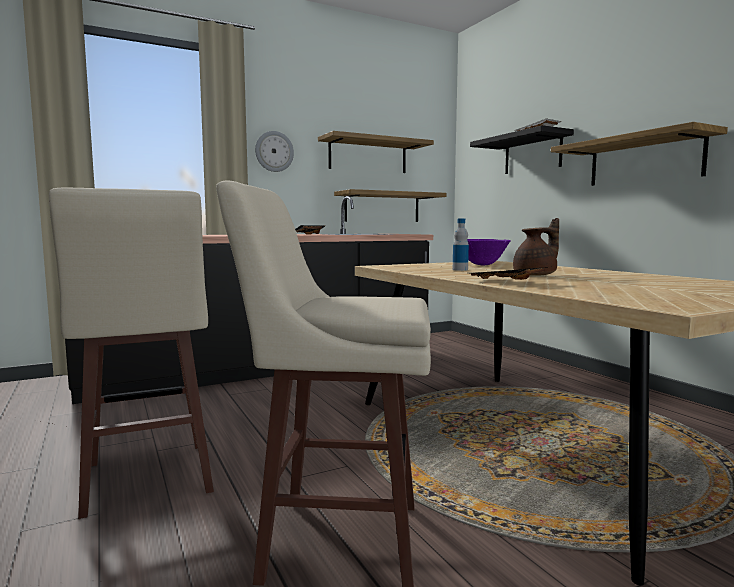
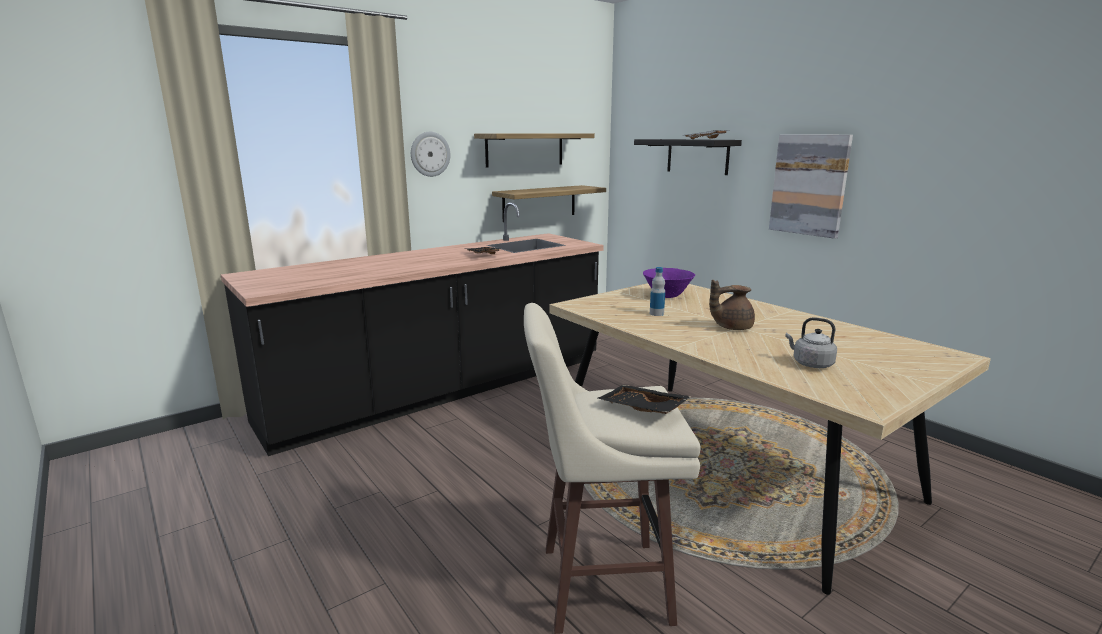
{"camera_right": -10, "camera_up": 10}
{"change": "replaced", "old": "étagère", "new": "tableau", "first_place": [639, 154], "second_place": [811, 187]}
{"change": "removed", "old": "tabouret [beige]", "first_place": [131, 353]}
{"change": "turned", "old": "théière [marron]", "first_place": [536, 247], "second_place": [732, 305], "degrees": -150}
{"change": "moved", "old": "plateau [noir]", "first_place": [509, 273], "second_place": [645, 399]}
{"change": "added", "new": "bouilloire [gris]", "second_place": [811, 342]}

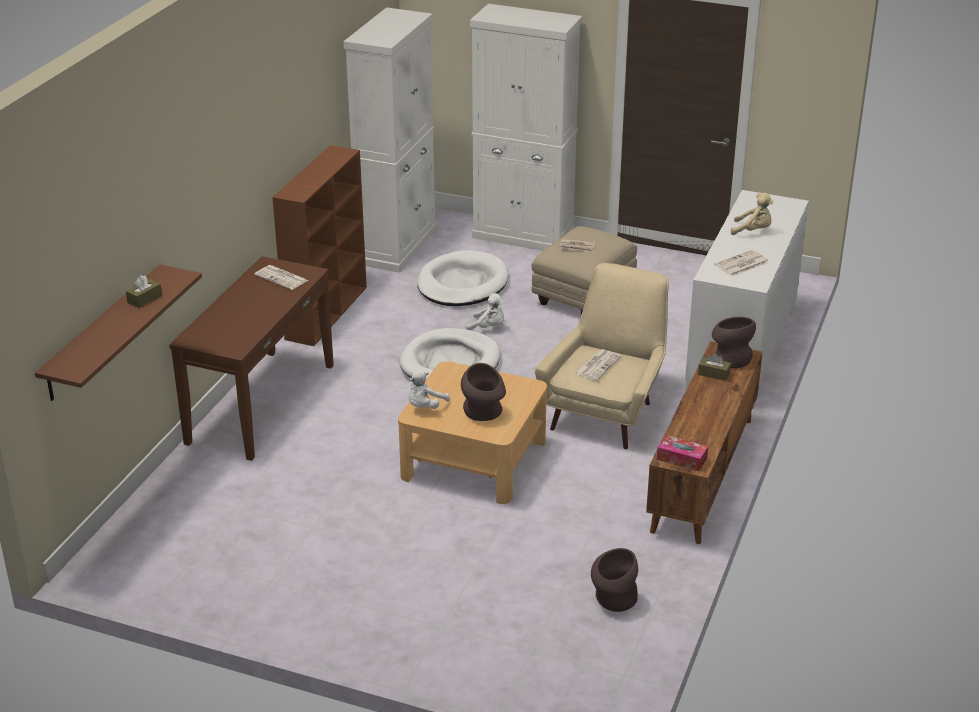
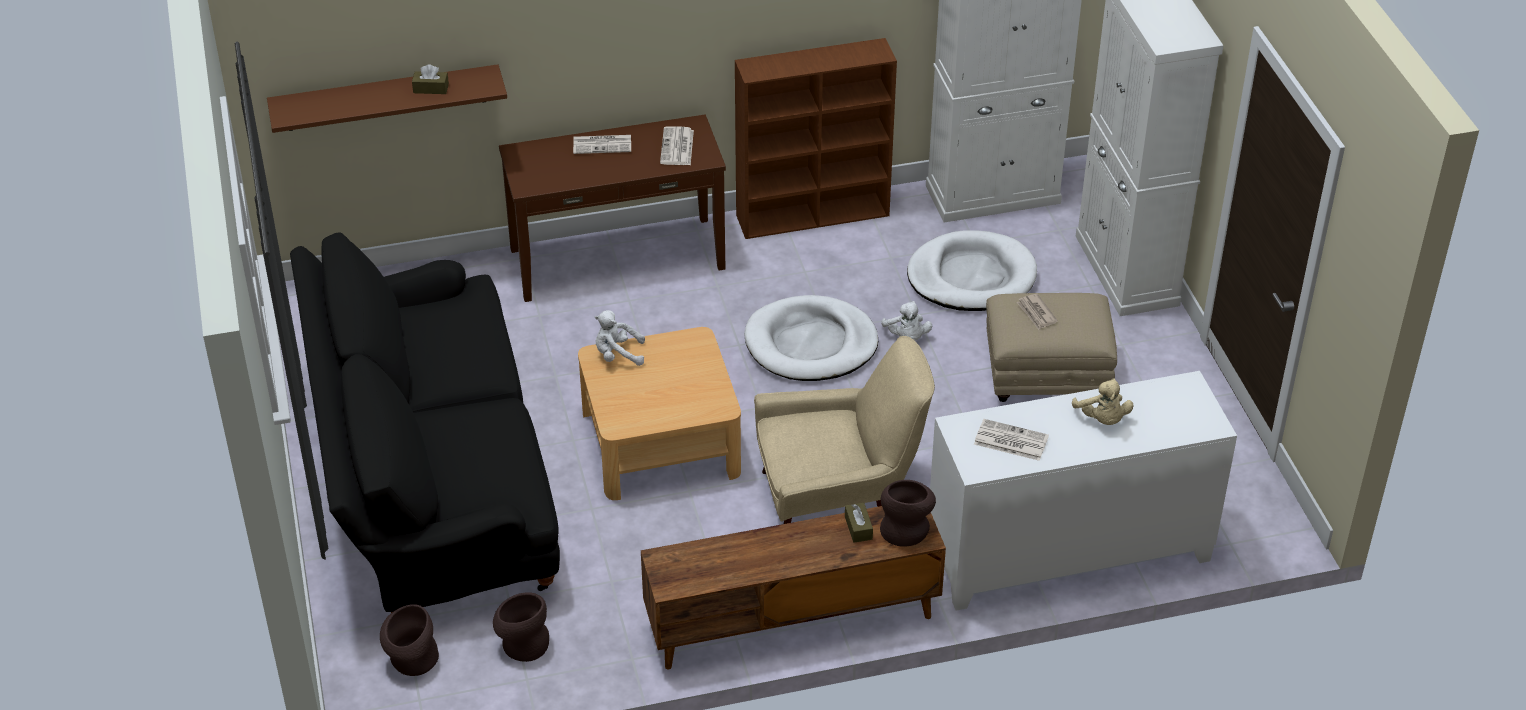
{"camera_right": 55, "camera_up": 10}
{"change": "moved", "old": "journal", "first_place": [597, 365], "second_place": [602, 144]}
{"change": "moved", "old": "vase [marron]", "first_place": [483, 392], "second_place": [409, 640]}
{"change": "removed", "old": "boîte à mouchoirs", "first_place": [682, 453]}
{"change": "added", "new": "canapé [noir]", "second_place": [425, 422]}

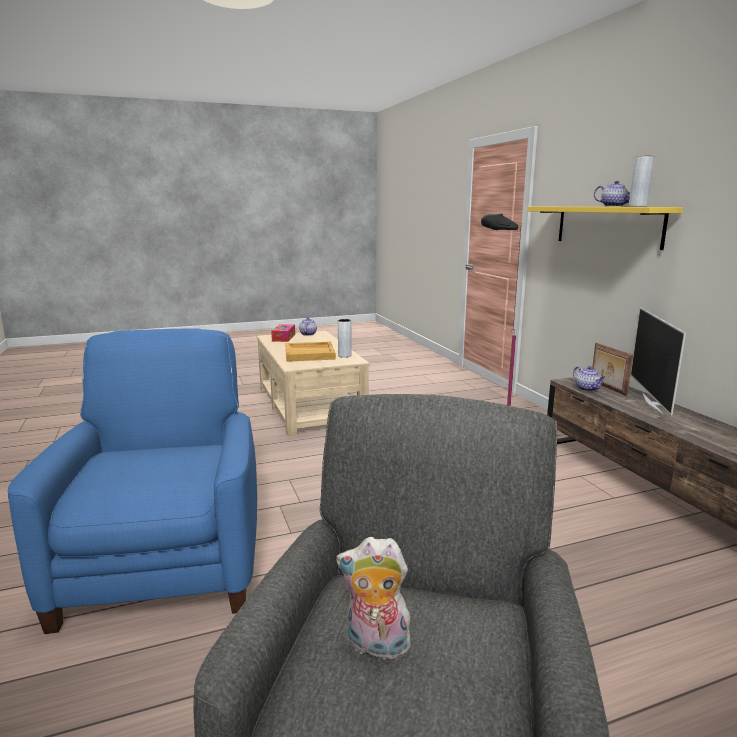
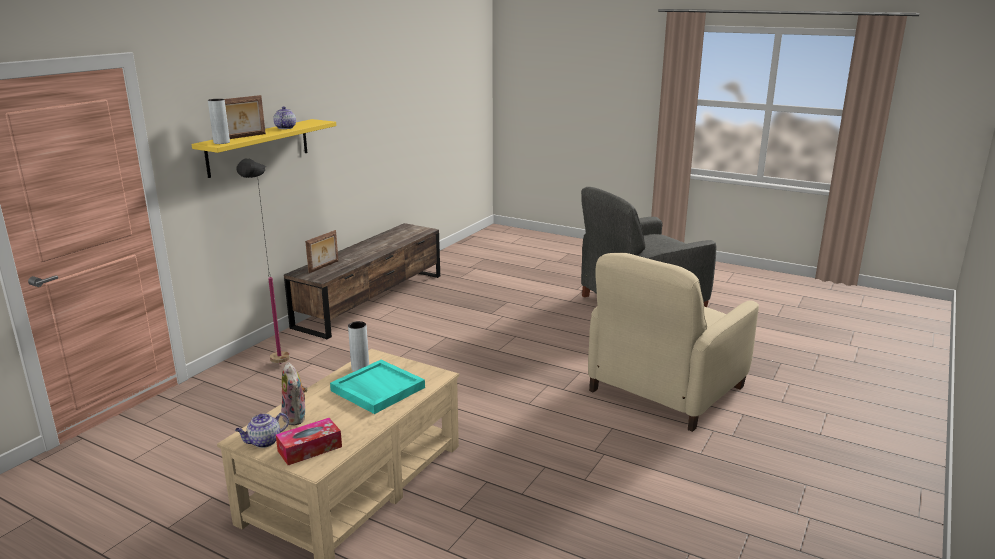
{"camera_right": -130, "camera_up": 5}
{"change": "moved", "old": "vase [gris]", "first_place": [641, 181], "second_place": [219, 121]}
{"change": "removed", "old": "téléviseur", "first_place": [658, 361]}
{"change": "recoloured", "old": "fauteuil [bleu]", "new": "fauteuil [beige]", "first_place": [132, 481], "second_place": [673, 342]}
{"change": "recoloured", "old": "plateau [beige]", "new": "plateau [turquoise]", "first_place": [310, 352], "second_place": [377, 387]}
{"change": "removed", "old": "théière", "first_place": [589, 378]}
{"change": "moved", "old": "peluche", "first_place": [376, 600], "second_place": [294, 393]}
{"change": "added", "new": "cadre photo", "second_place": [245, 117]}

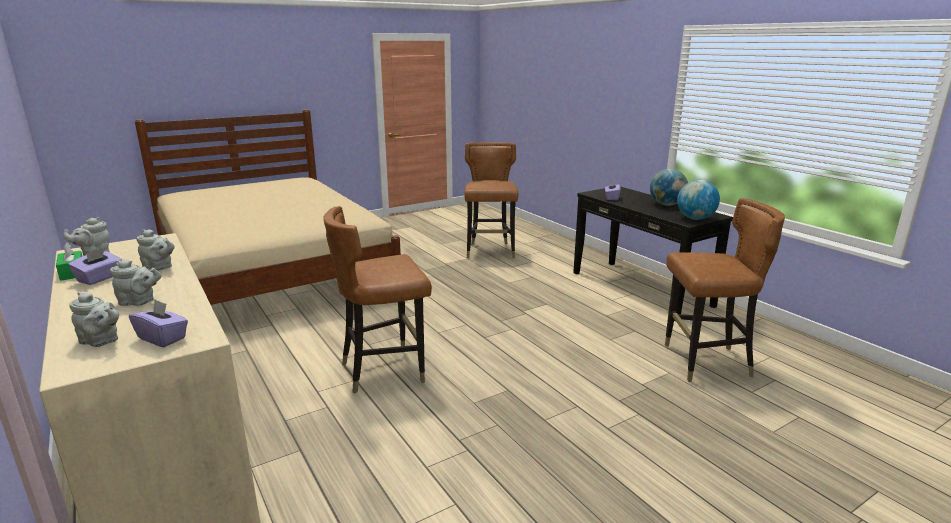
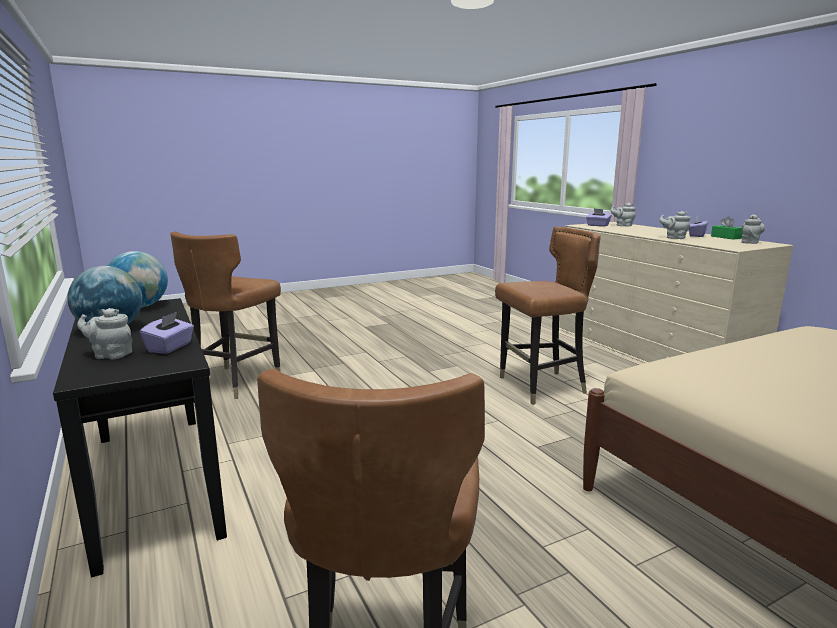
{"camera_right": -175, "camera_up": -5}
{"change": "turned", "old": "chaise [marron]", "first_place": [725, 290], "second_place": [225, 315], "degrees": -75}
{"change": "moved", "old": "théière [gris]", "first_place": [135, 282], "second_place": [104, 333]}

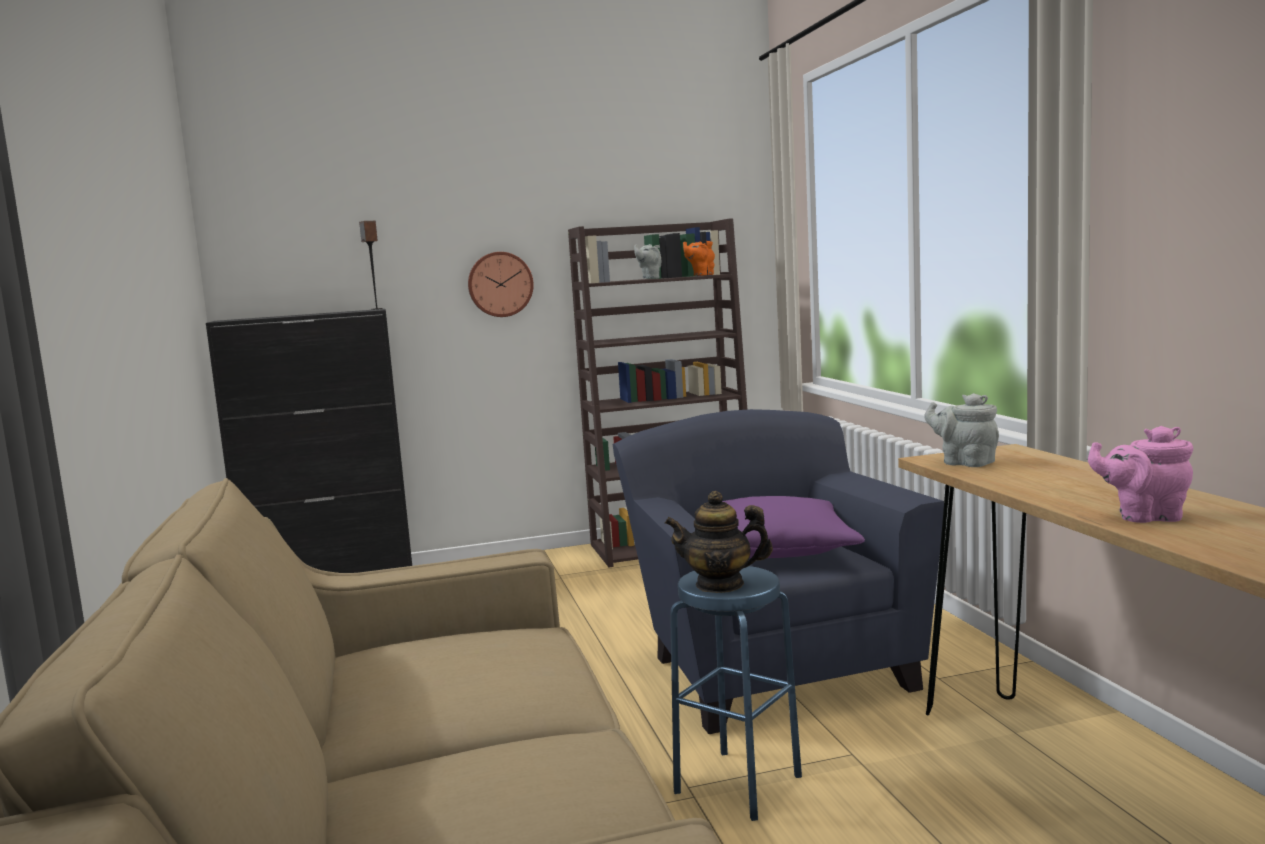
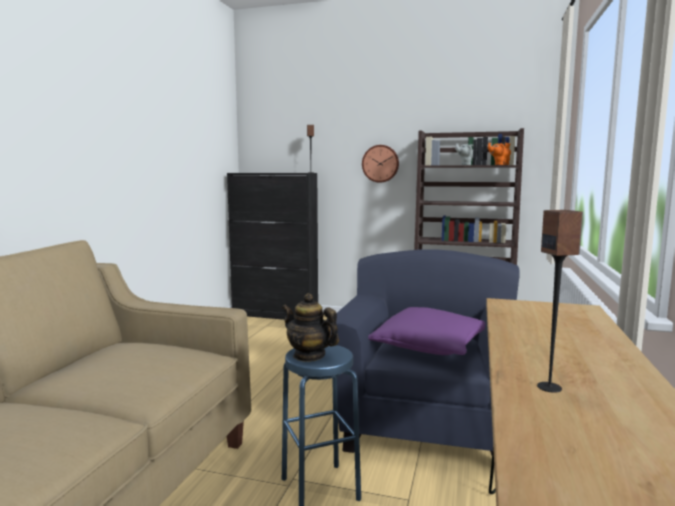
{"camera_right": 30, "camera_up": 0}
{"change": "removed", "old": "théière [gris]", "first_place": [961, 430]}
{"change": "replaced", "old": "théière [rose]", "new": "enceinte", "first_place": [1140, 474], "second_place": [560, 301]}

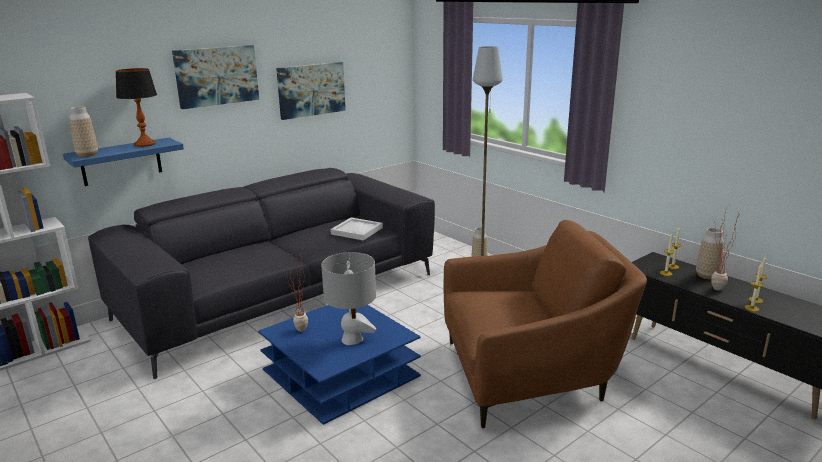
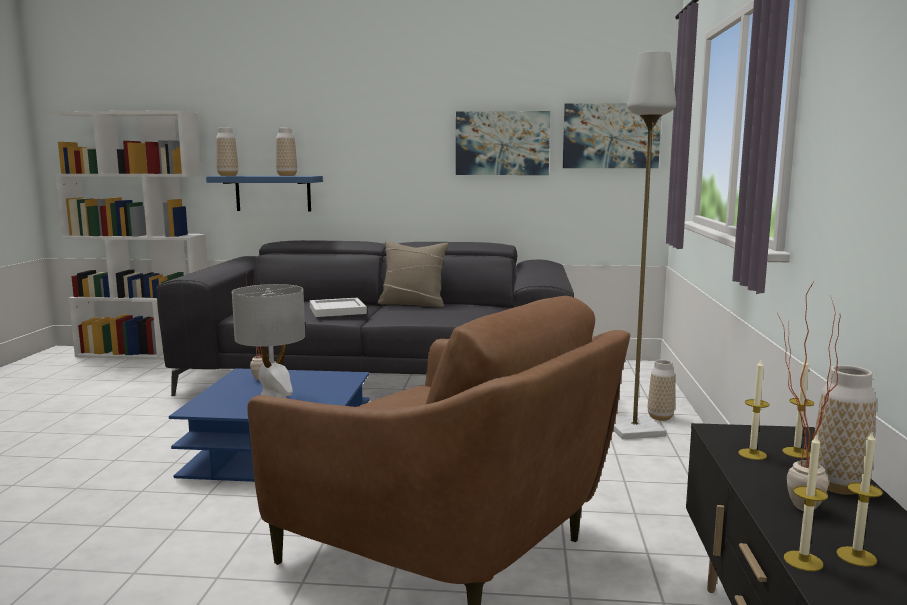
{"camera_right": 45, "camera_up": -10}
{"change": "moved", "old": "tableau", "first_place": [215, 77], "second_place": [612, 135]}
{"change": "replaced", "old": "lampe de table", "new": "vase", "first_place": [136, 107], "second_place": [286, 152]}
{"change": "moved", "old": "plateau [blanc]", "first_place": [356, 229], "second_place": [338, 307]}
{"change": "added", "new": "coussin [beige]", "second_place": [413, 274]}

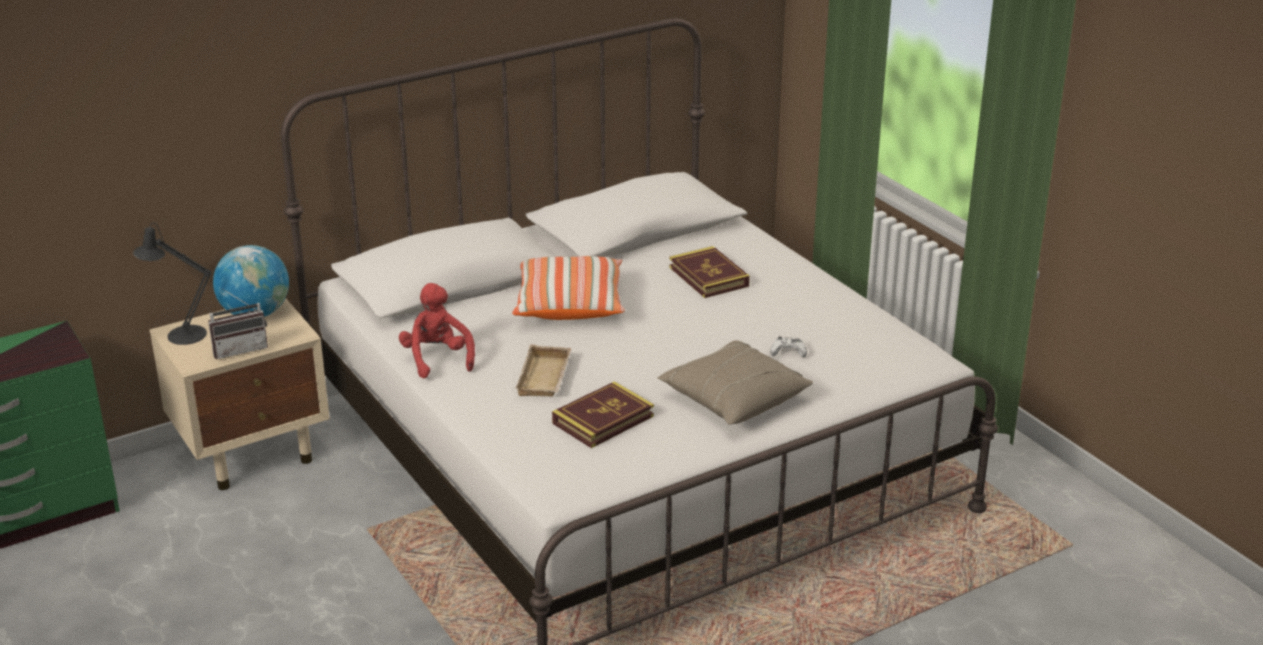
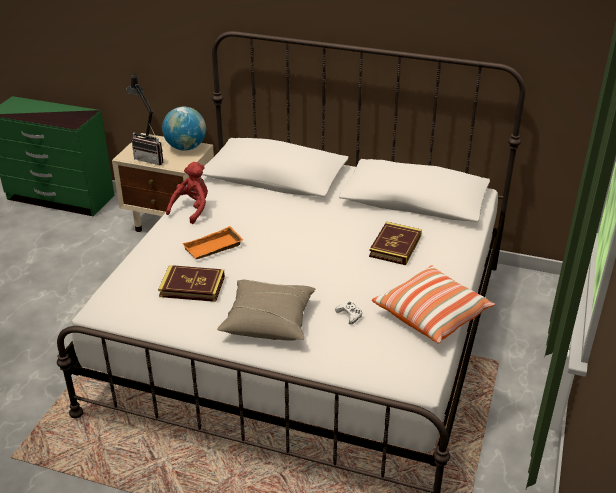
{"camera_right": 50, "camera_up": 5}
{"change": "moved", "old": "coussin", "first_place": [568, 288], "second_place": [434, 304]}
{"change": "recoloured", "old": "plateau [beige]", "new": "plateau [orange]", "first_place": [543, 370], "second_place": [212, 242]}

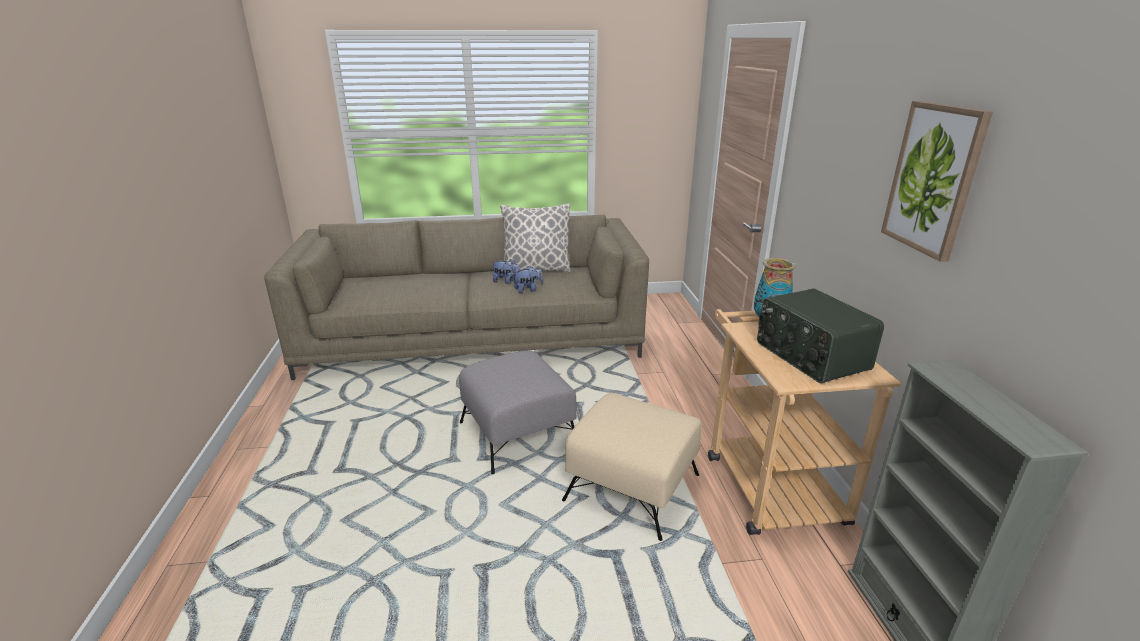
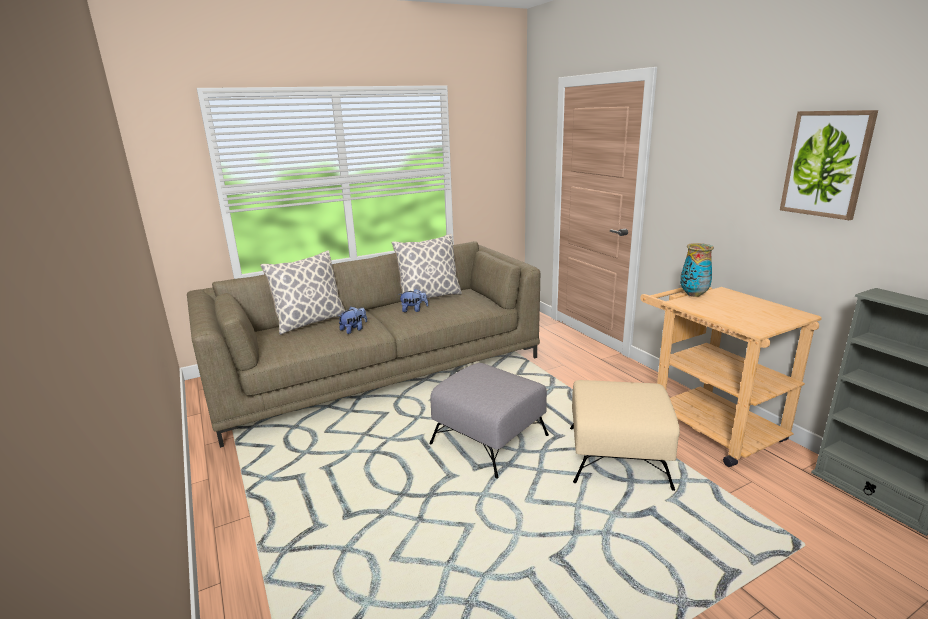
{"camera_right": -20, "camera_up": -5}
{"change": "moved", "old": "peluche", "first_place": [528, 279], "second_place": [352, 320]}
{"change": "removed", "old": "radio", "first_place": [820, 335]}
{"change": "added", "new": "coussin", "second_place": [302, 292]}

